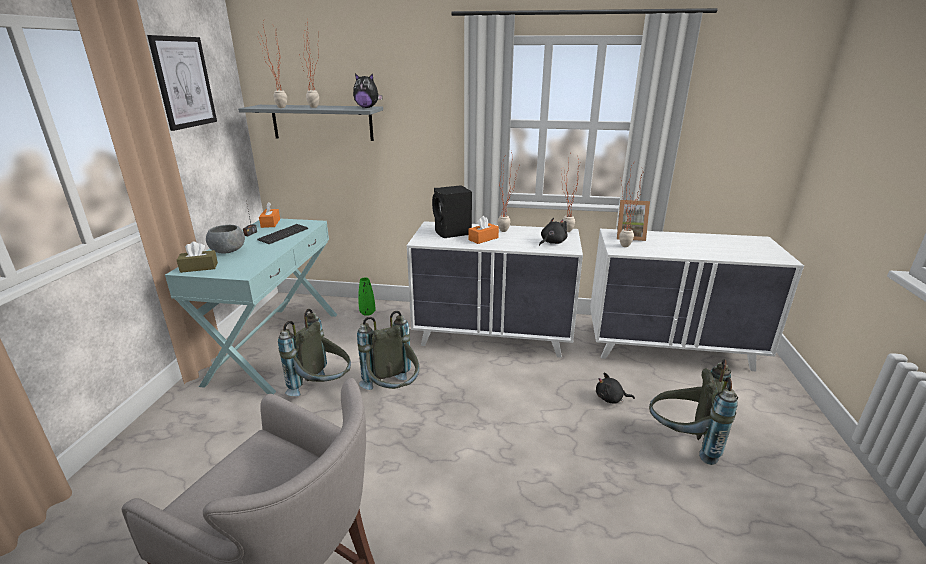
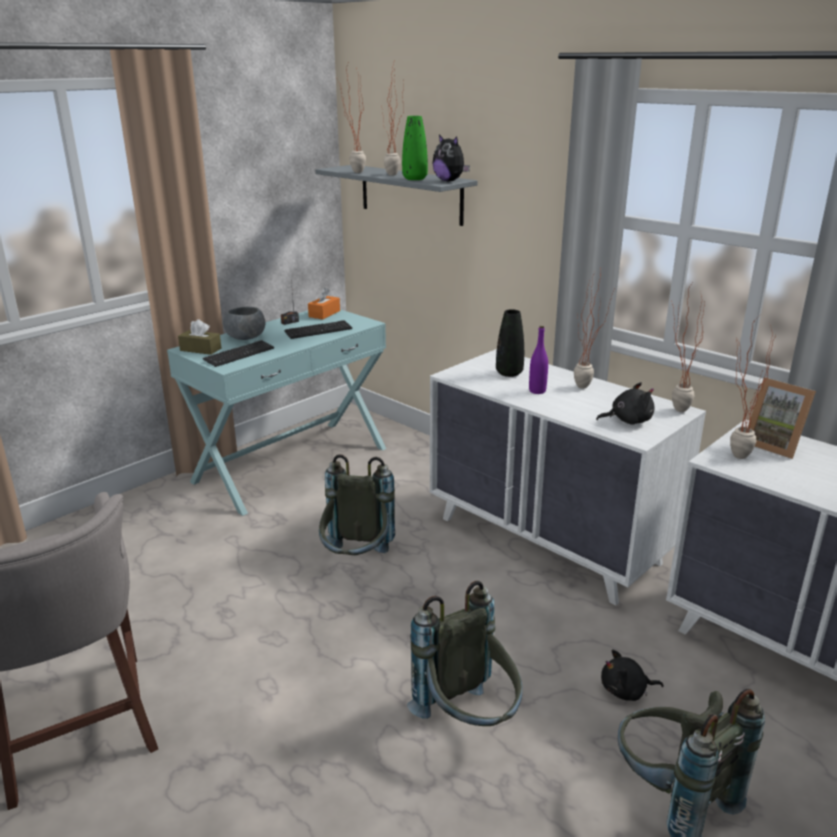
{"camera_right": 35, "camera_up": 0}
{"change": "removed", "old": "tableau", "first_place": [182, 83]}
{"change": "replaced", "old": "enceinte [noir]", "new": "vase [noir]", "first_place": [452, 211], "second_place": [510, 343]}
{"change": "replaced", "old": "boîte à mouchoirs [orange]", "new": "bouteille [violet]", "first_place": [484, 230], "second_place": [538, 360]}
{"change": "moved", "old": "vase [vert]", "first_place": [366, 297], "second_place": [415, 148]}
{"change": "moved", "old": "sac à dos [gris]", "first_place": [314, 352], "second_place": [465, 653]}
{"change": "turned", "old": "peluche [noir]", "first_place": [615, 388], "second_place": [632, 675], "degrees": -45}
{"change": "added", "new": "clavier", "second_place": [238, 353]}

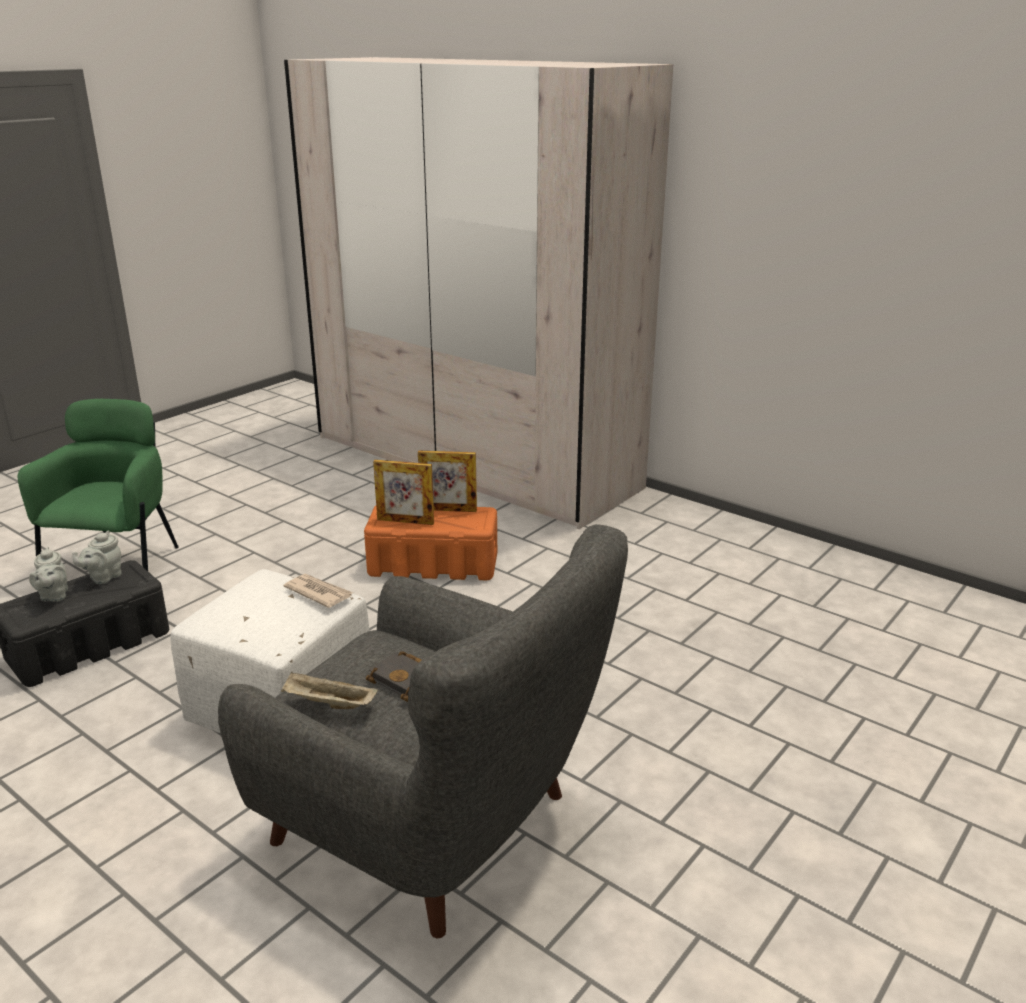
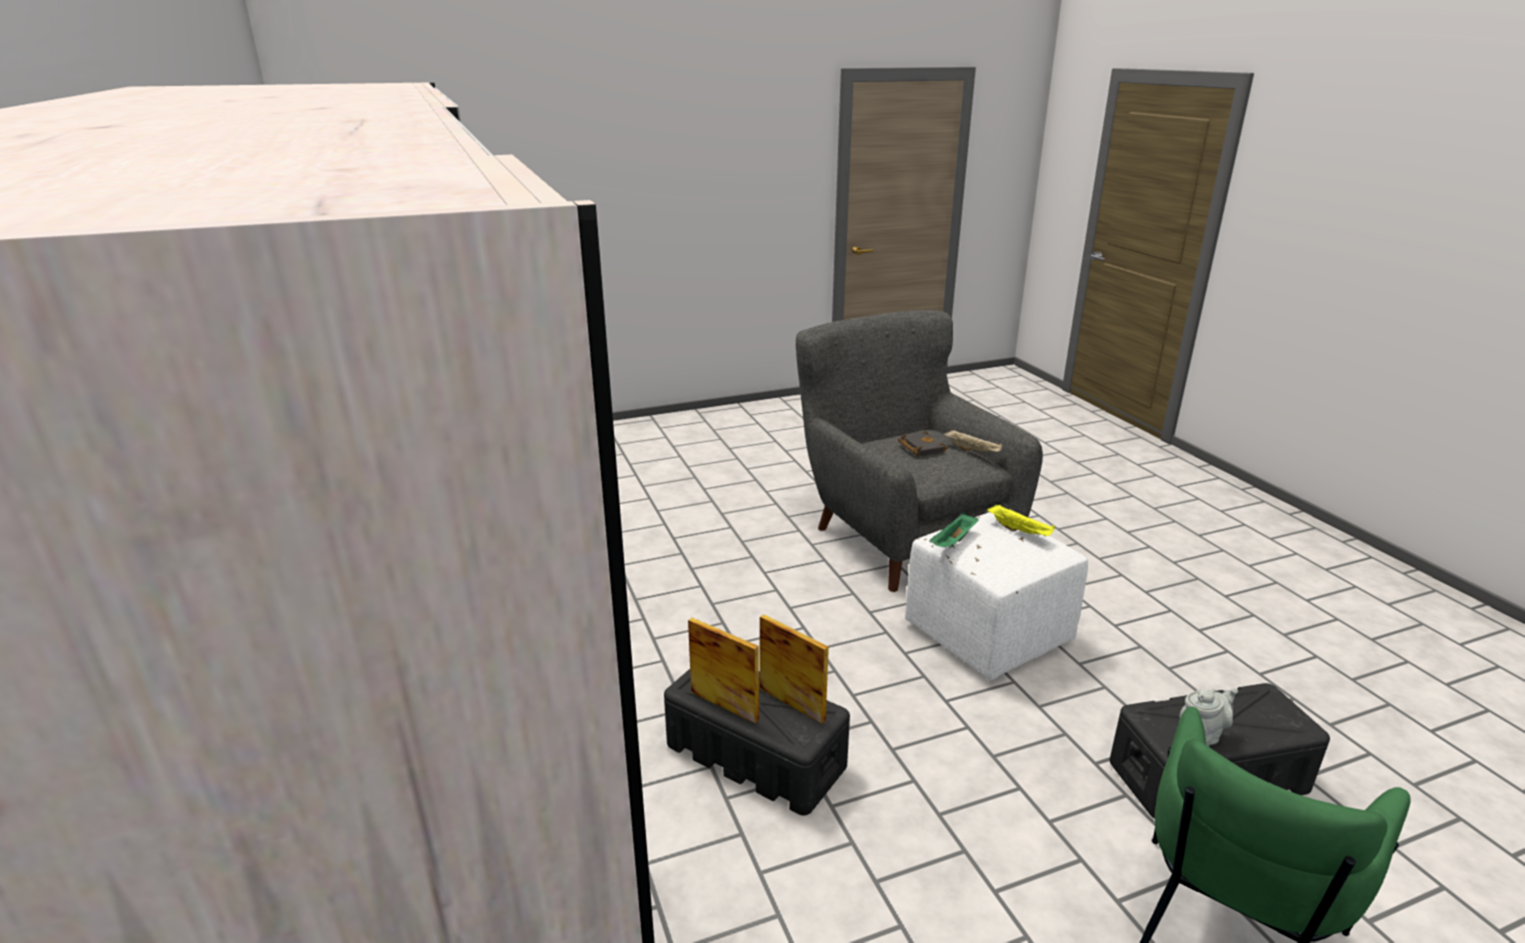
{"camera_right": -150, "camera_up": 0}
{"change": "recoloured", "old": "boîte de rangement [orange]", "new": "boîte de rangement [noir]", "first_place": [430, 543], "second_place": [757, 742]}
{"change": "removed", "old": "théière [gris]", "first_place": [48, 574]}
{"change": "replaced", "old": "journal", "new": "plateau [vert]", "first_place": [318, 591], "second_place": [954, 530]}
{"change": "added", "new": "plateau [jaune]", "second_place": [1021, 520]}

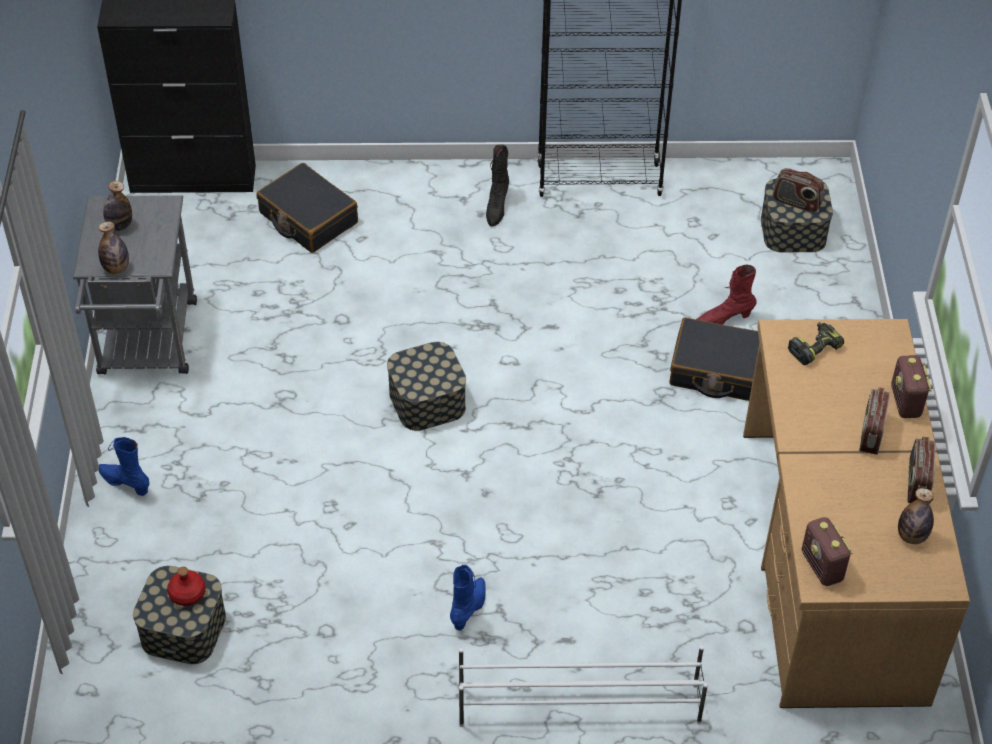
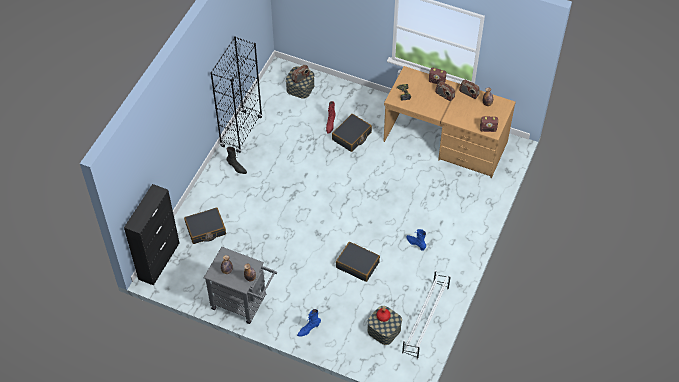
{"camera_right": -65, "camera_up": 5}
{"change": "removed", "old": "boîte de rangement", "first_place": [426, 386]}
{"change": "moved", "old": "étagère à chaussures [blanc]", "first_place": [583, 686], "second_place": [426, 315]}
{"change": "added", "new": "valise [noir]", "second_place": [358, 262]}

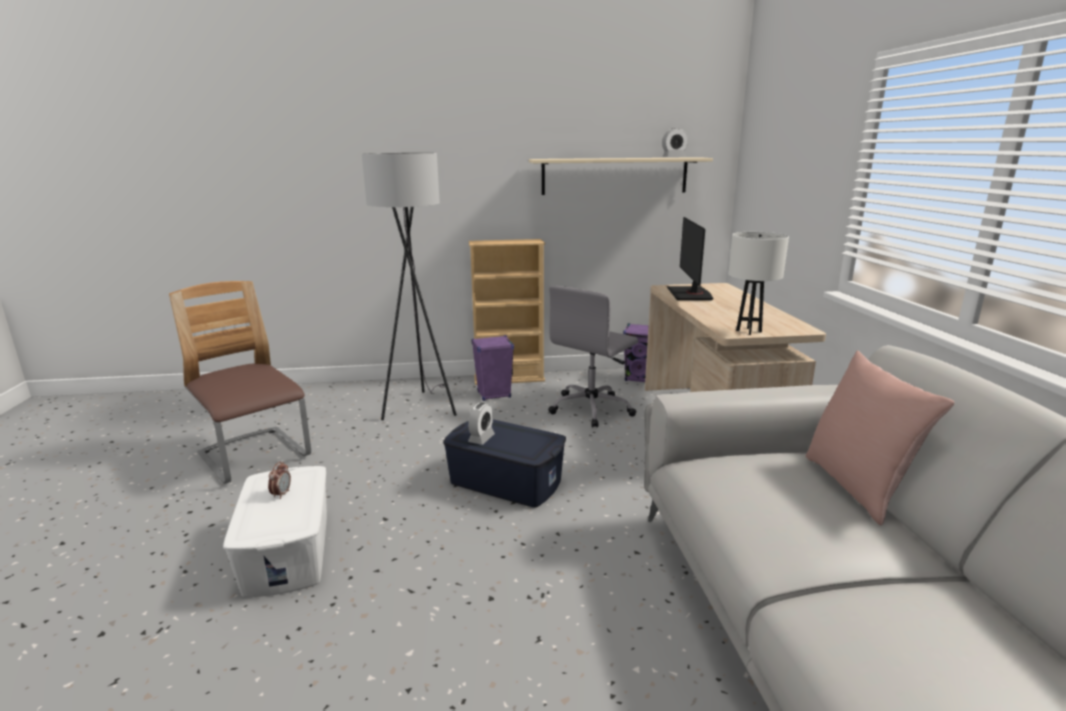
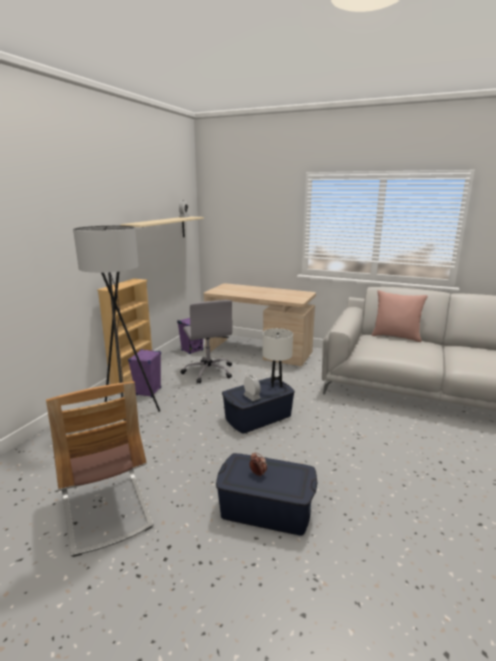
{"camera_right": -60, "camera_up": 0}
{"change": "removed", "old": "écran d'ordinateur", "first_place": [690, 258]}
{"change": "moved", "old": "lampe de table [blanc]", "first_place": [759, 283], "second_place": [278, 357]}
{"change": "turned", "old": "chaise", "first_place": [240, 382], "second_place": [100, 469], "degrees": -105}
{"change": "recoloured", "old": "boîte de rangement [blanc]", "new": "boîte de rangement [bleu]", "first_place": [275, 531], "second_place": [267, 494]}

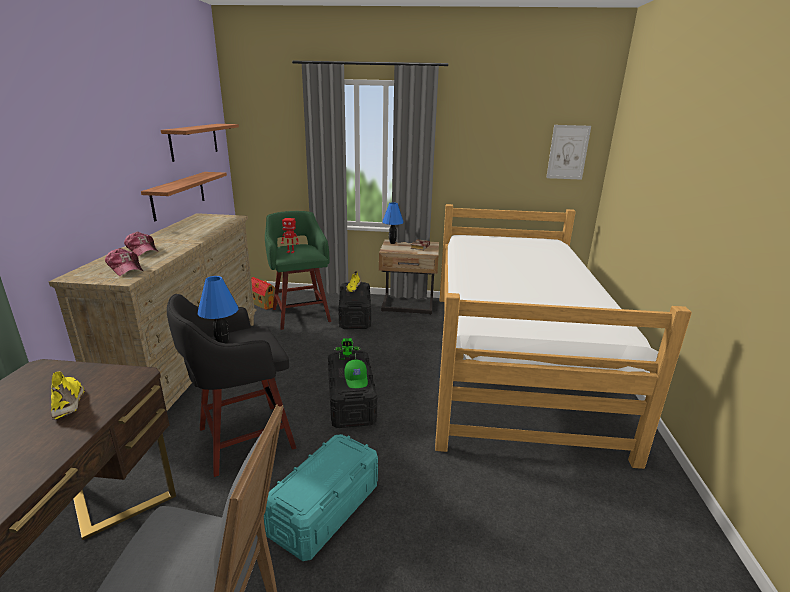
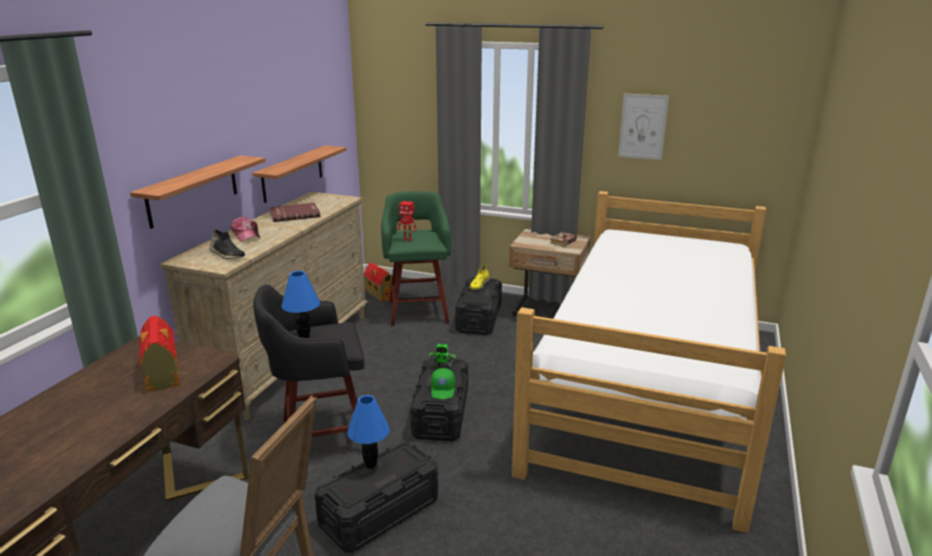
{"camera_right": 15, "camera_up": 0}
{"change": "moved", "old": "étagère", "first_place": [200, 143], "second_place": [198, 192]}
{"change": "moved", "old": "tableau", "first_place": [568, 152], "second_place": [643, 127]}
{"change": "moved", "old": "lampe de table [bleu]", "first_place": [393, 223], "second_place": [368, 432]}
{"change": "replaced", "old": "casquette", "new": "chaussure [noir]", "first_place": [124, 262], "second_place": [227, 244]}
{"change": "replaced", "old": "chaussure [jaune]", "new": "maison miniature", "first_place": [67, 395], "second_place": [159, 353]}
{"change": "recoloured", "old": "boîte de rangement [turquoise]", "new": "boîte de rangement [noir]", "first_place": [321, 497], "second_place": [376, 497]}
{"change": "added", "new": "livre [rouge]", "second_place": [294, 212]}

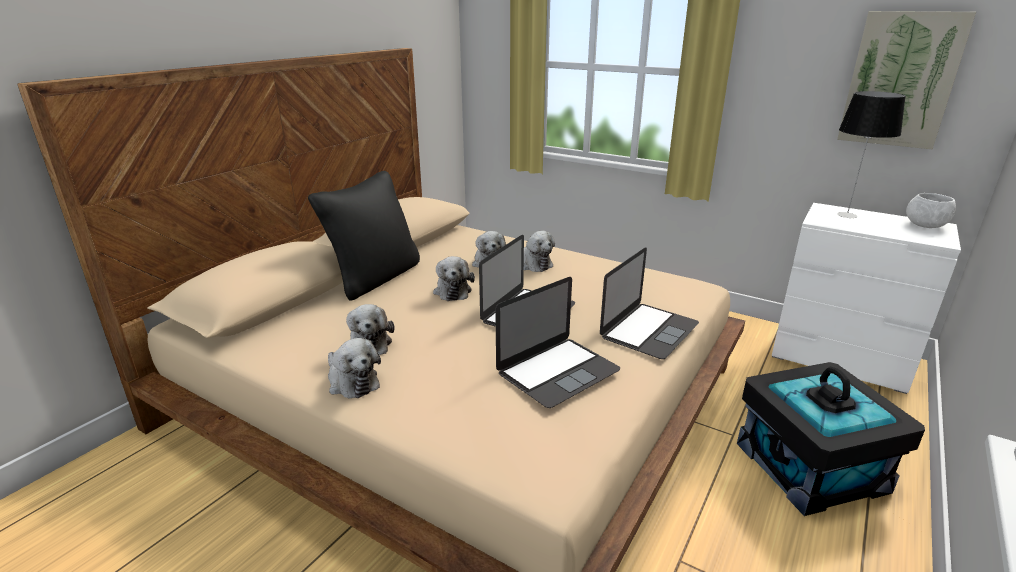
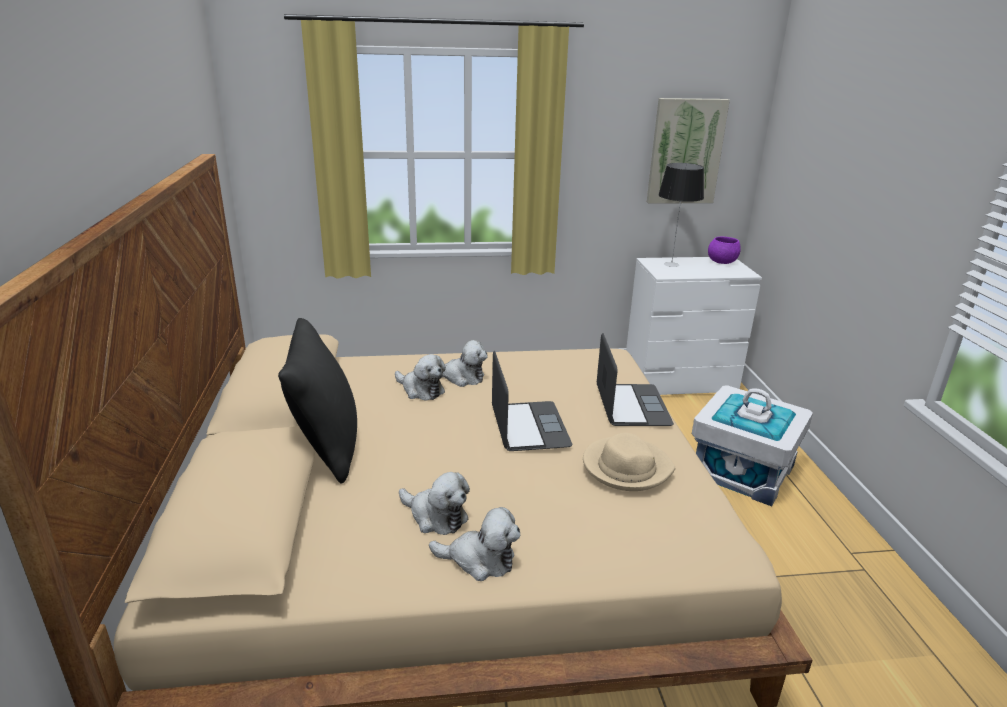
{"camera_right": -40, "camera_up": 0}
{"change": "recoloured", "old": "bol [blanc]", "new": "bol [violet]", "first_place": [931, 210], "second_place": [724, 250]}
{"change": "removed", "old": "peluche", "first_place": [454, 278]}
{"change": "replaced", "old": "ordinateur portable", "new": "chapeau [beige]", "first_place": [557, 342], "second_place": [629, 462]}
{"change": "recoloured", "old": "boîte de rangement [noir]", "new": "boîte de rangement [blanc]", "first_place": [831, 439], "second_place": [752, 445]}

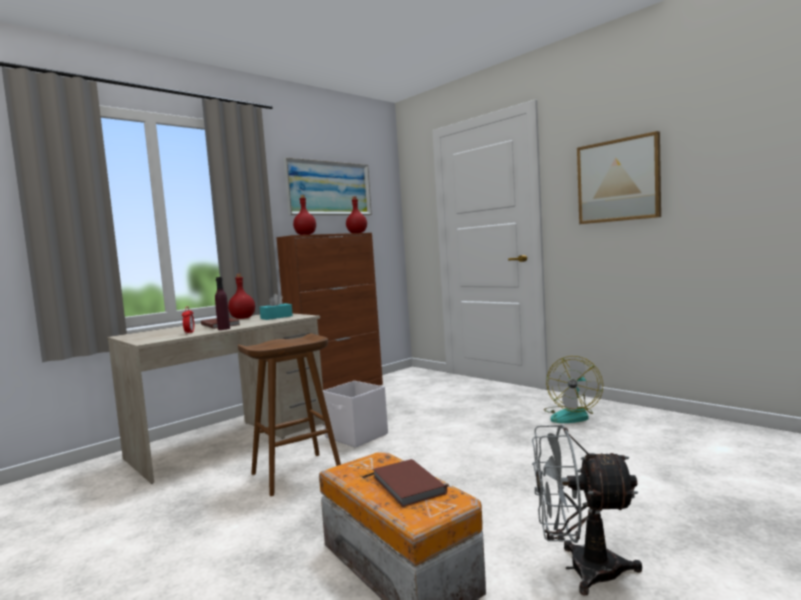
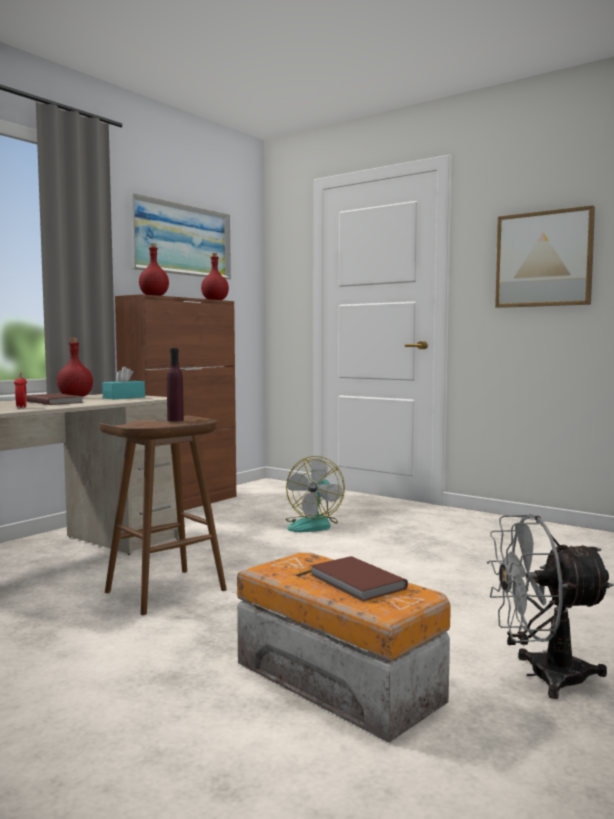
{"camera_right": -10, "camera_up": 0}
{"change": "moved", "old": "bouteille [violet]", "first_place": [222, 303], "second_place": [175, 384]}
{"change": "moved", "old": "ventilateur", "first_place": [573, 389], "second_place": [315, 494]}
{"change": "removed", "old": "boîte de rangement [blanc]", "first_place": [355, 414]}

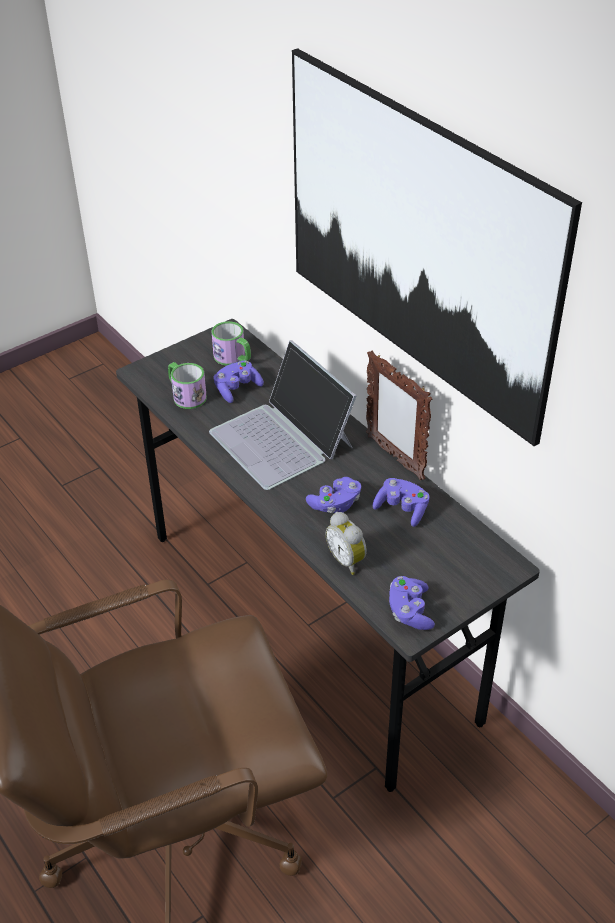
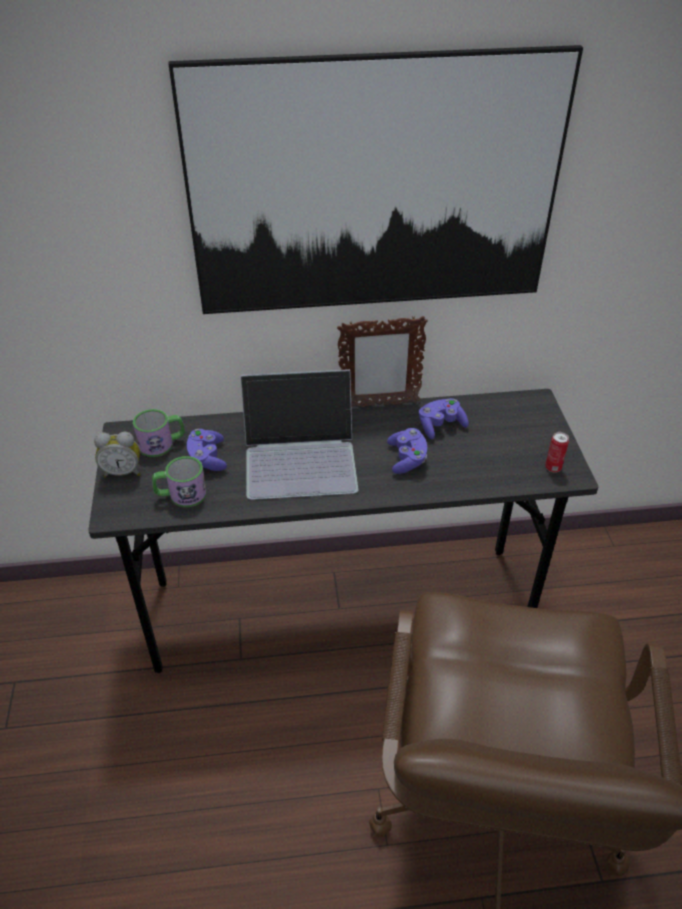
{"camera_right": -60, "camera_up": 0}
{"change": "moved", "old": "réveil", "first_place": [346, 543], "second_place": [117, 455]}
{"change": "replaced", "old": "manette [violet]", "new": "boîte métallique", "first_place": [412, 603], "second_place": [557, 452]}

